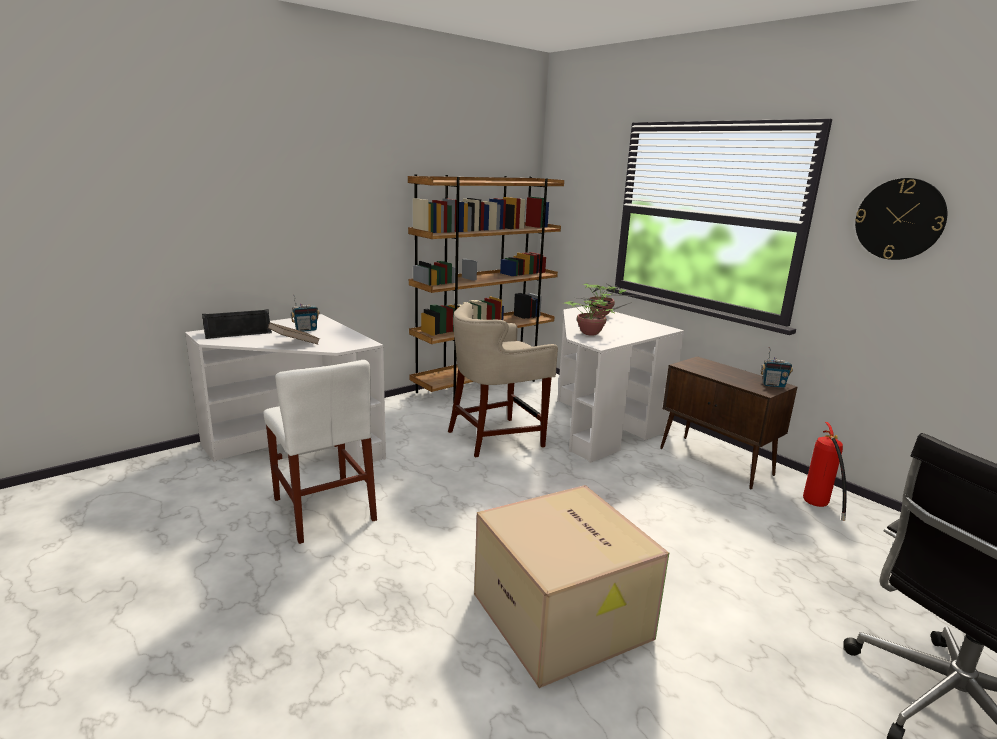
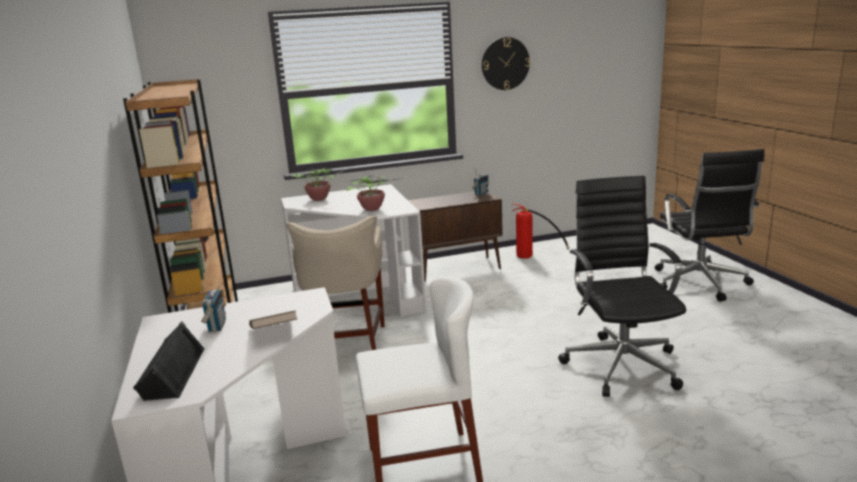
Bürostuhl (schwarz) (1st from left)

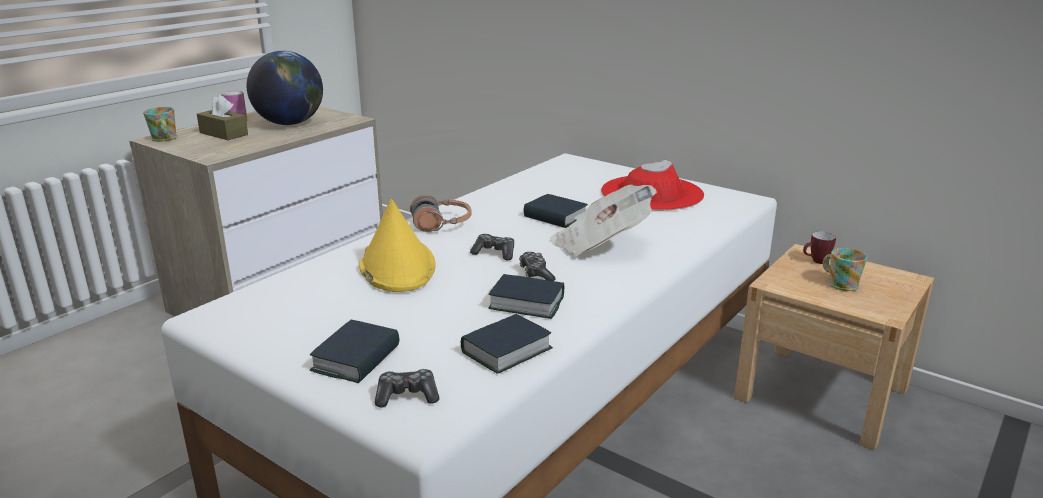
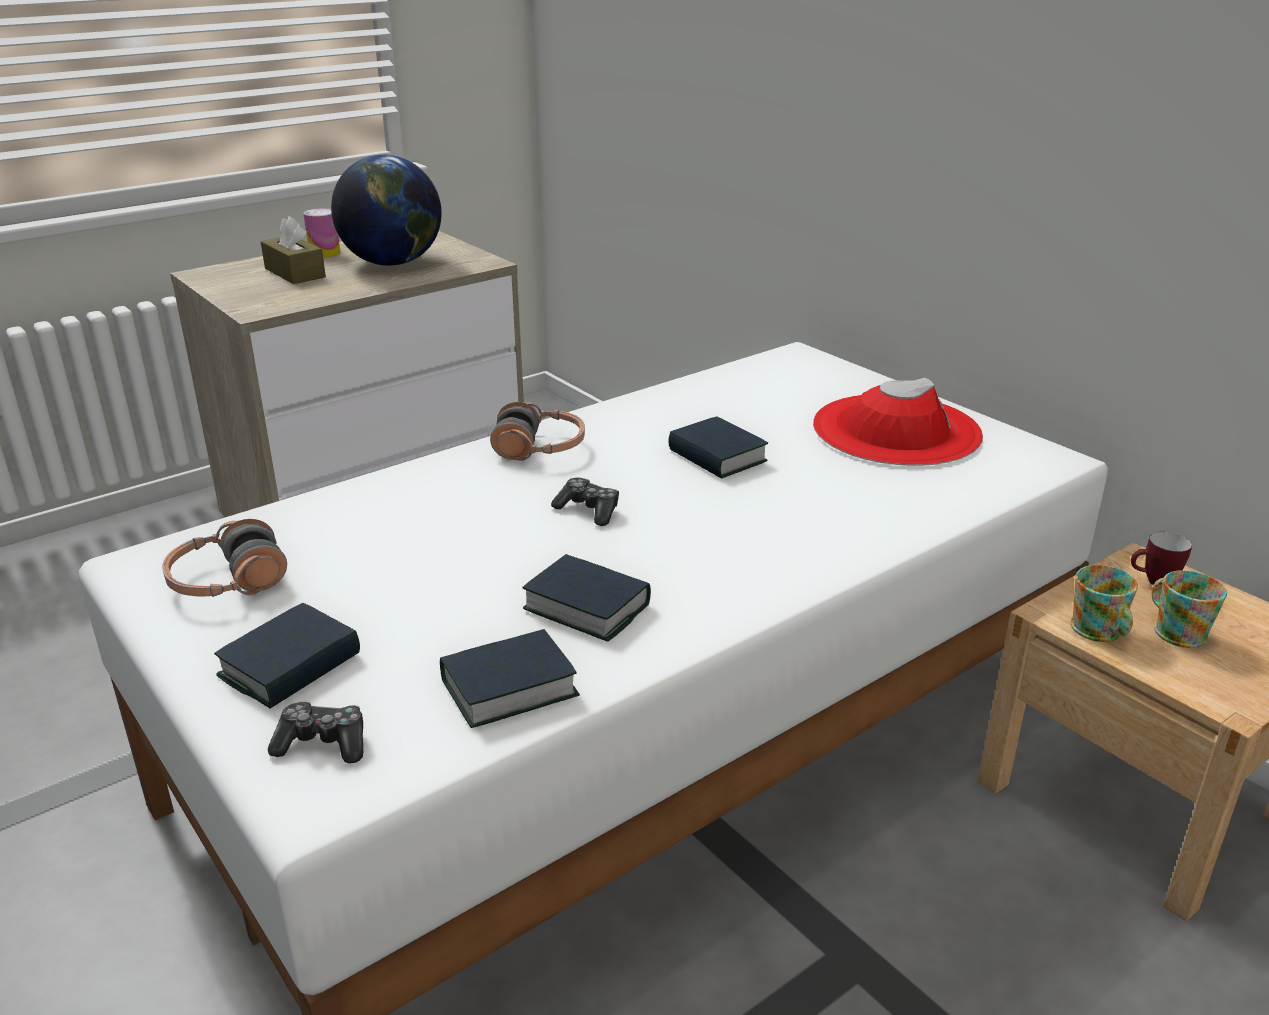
Kopfhörer (1st from left)
Henkelbecher (1st from left)
Hut (gelb)
Gamepad (3rd from left in the first image)
Zeitung

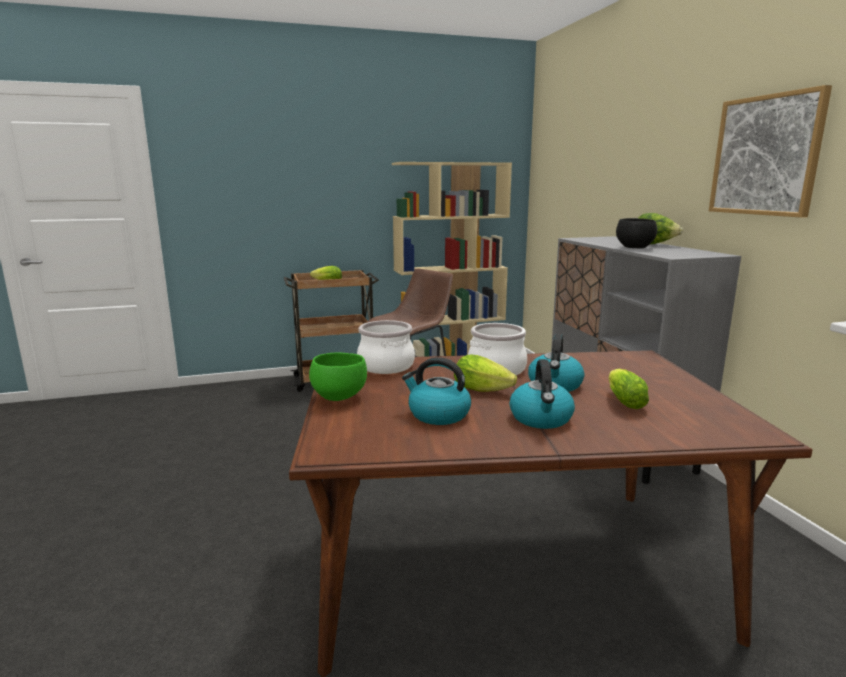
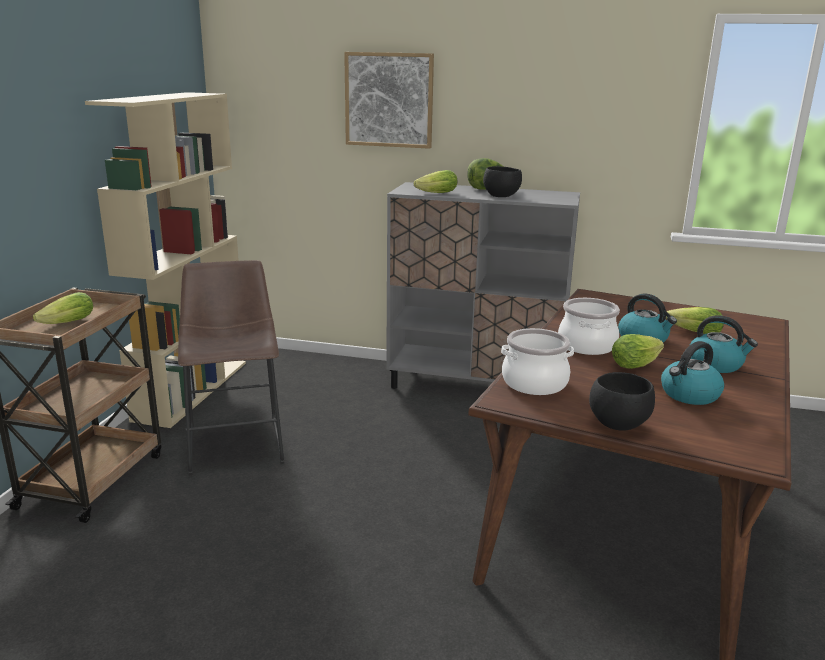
Bild
Salatkopf (2nd from left)
Schüssel (schwarz) (2nd from left)

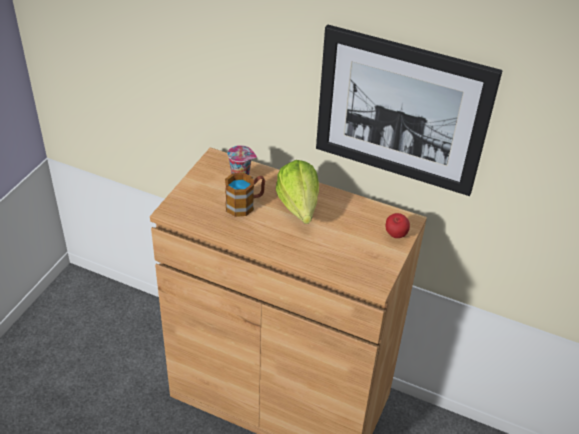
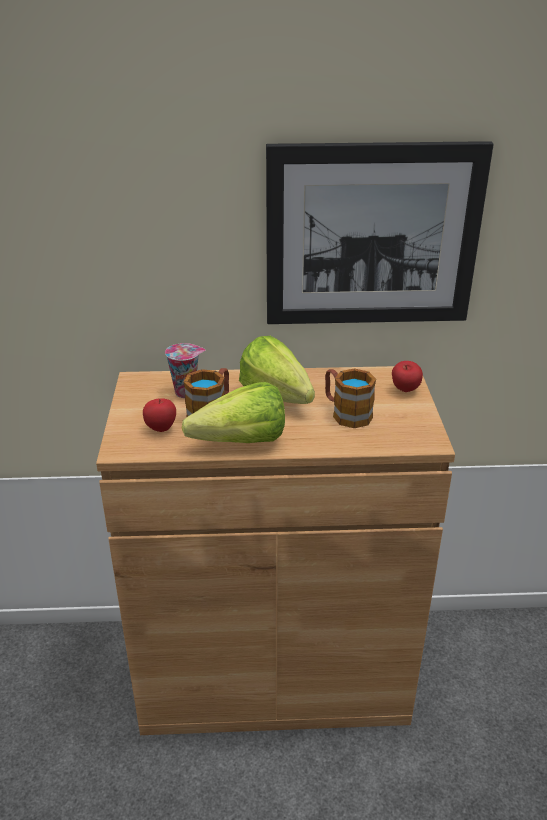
Apfel (1st from left)
Salatkopf (1st from left)
Henkelbecher (2nd from left)

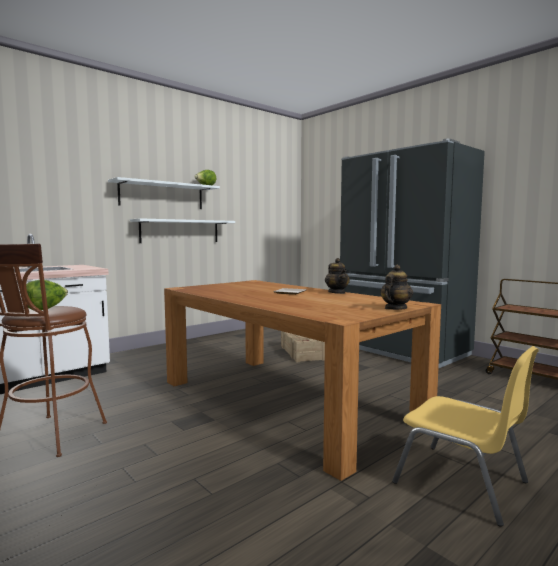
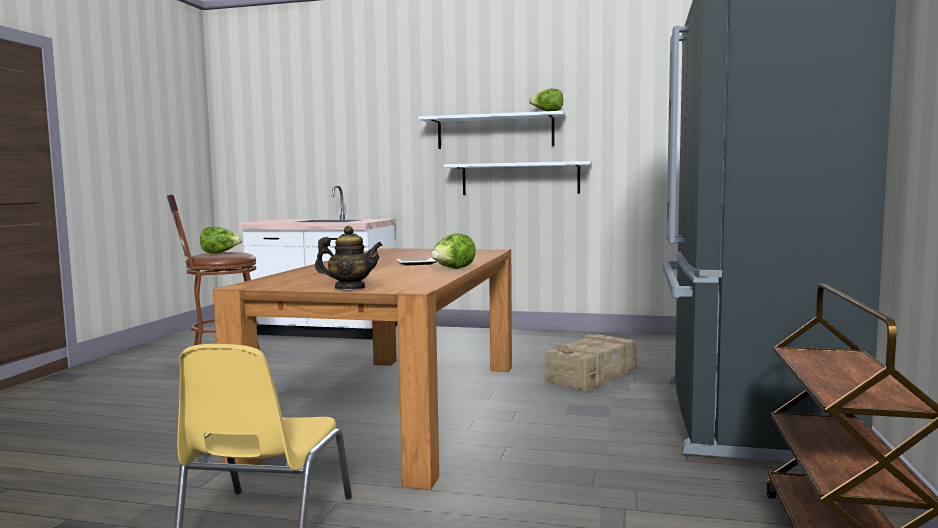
Salatkopf (2nd from left)

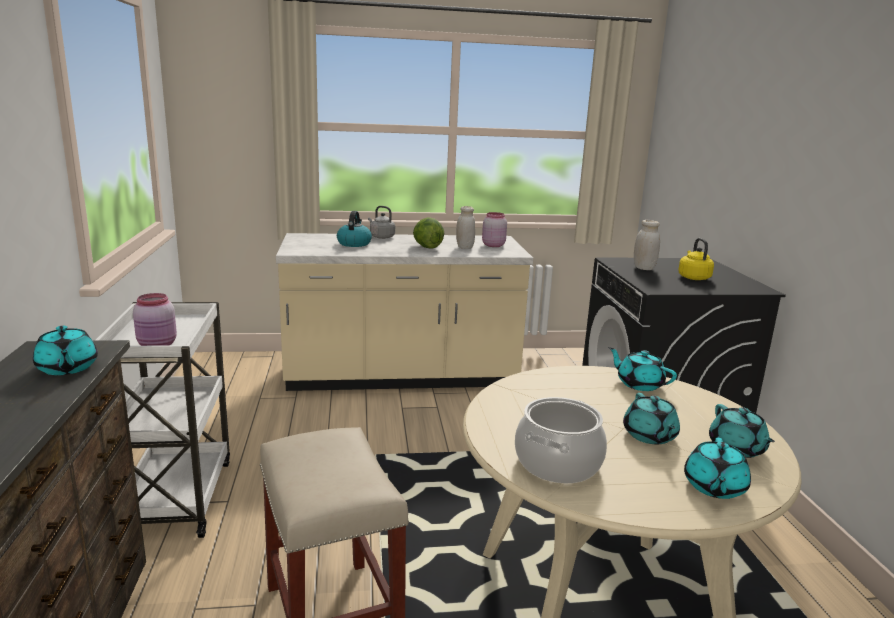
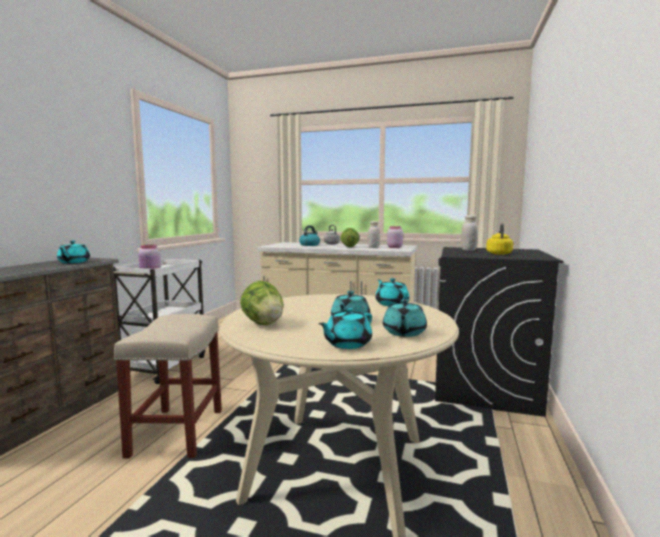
Salatkopf (1st from left)

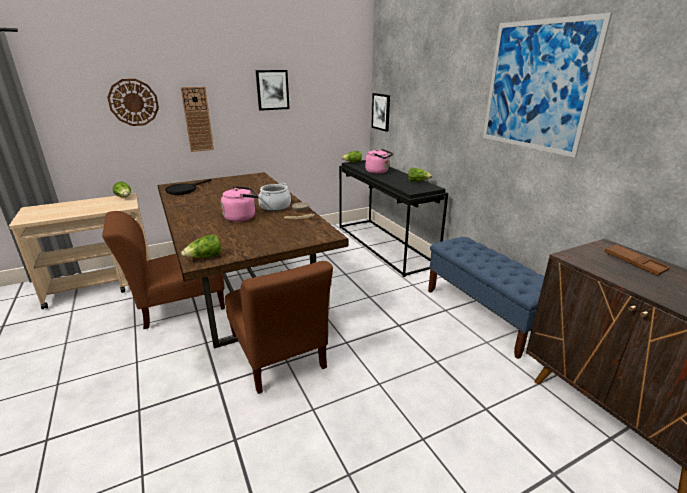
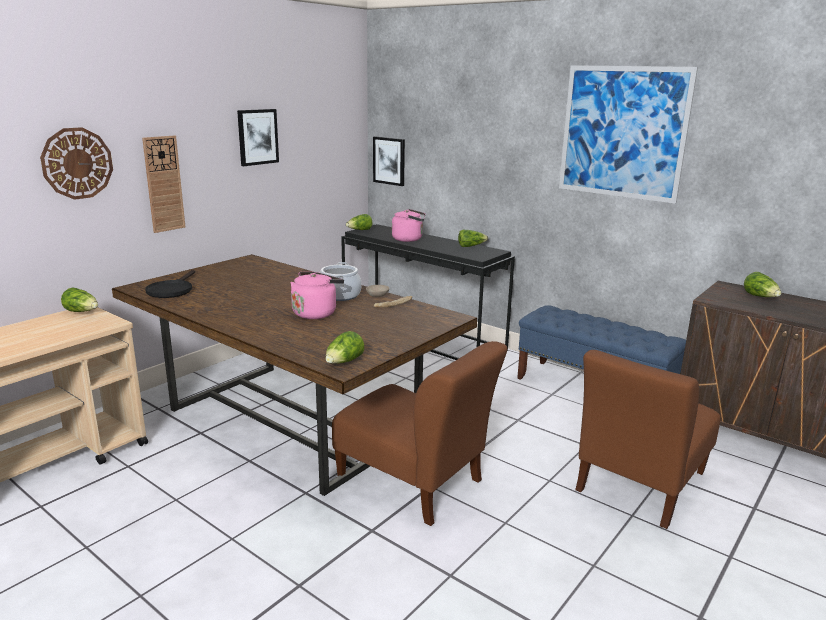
Stuhl (braun) (2nd from left)
Salatkopf (5th from left)

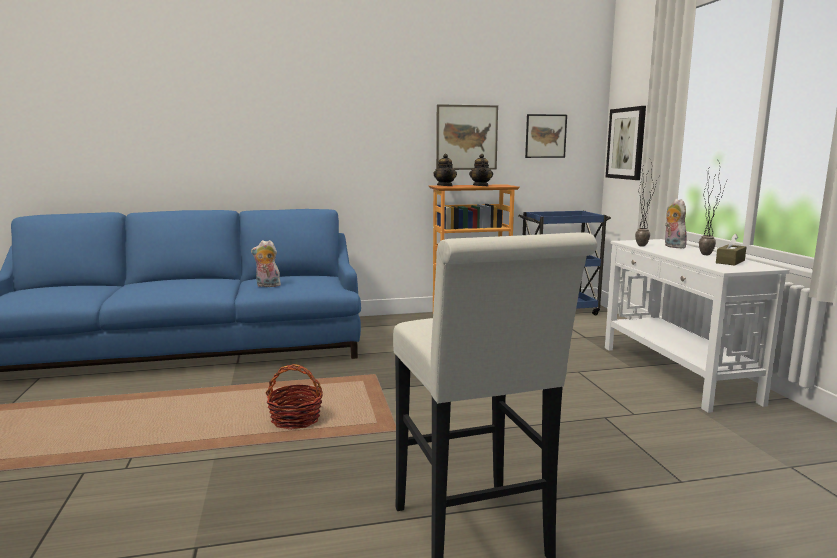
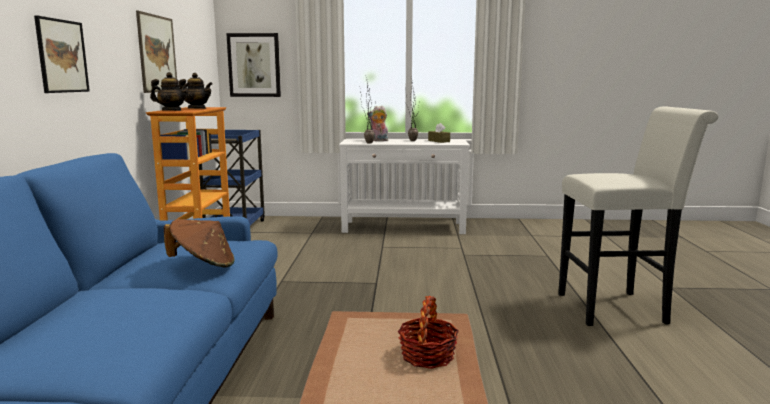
Bild (1st from left)
Hut (braun)

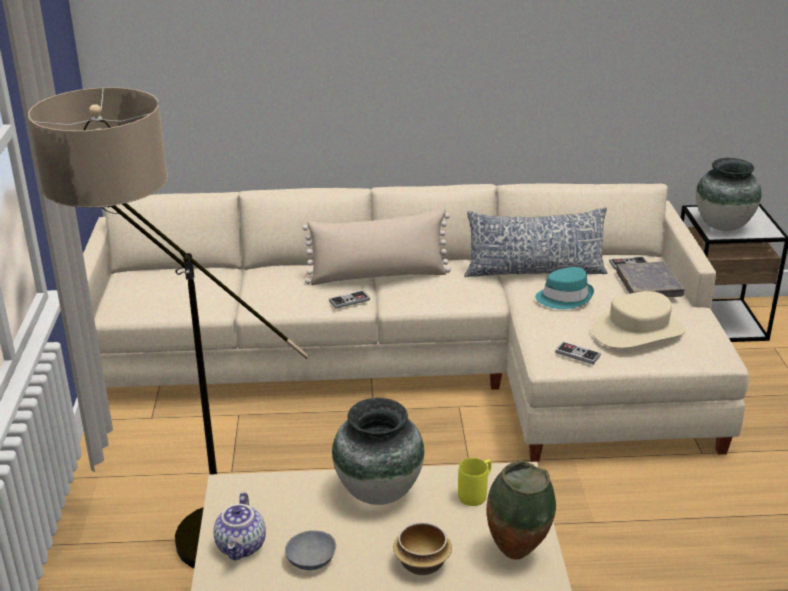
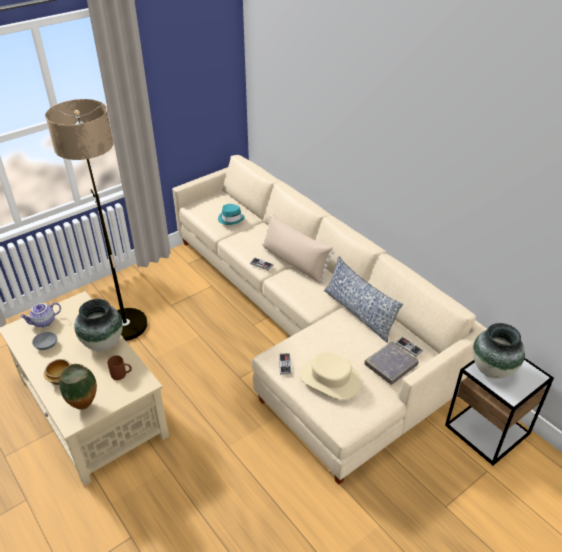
Henkelbecher (braun)
Hut (türkis)

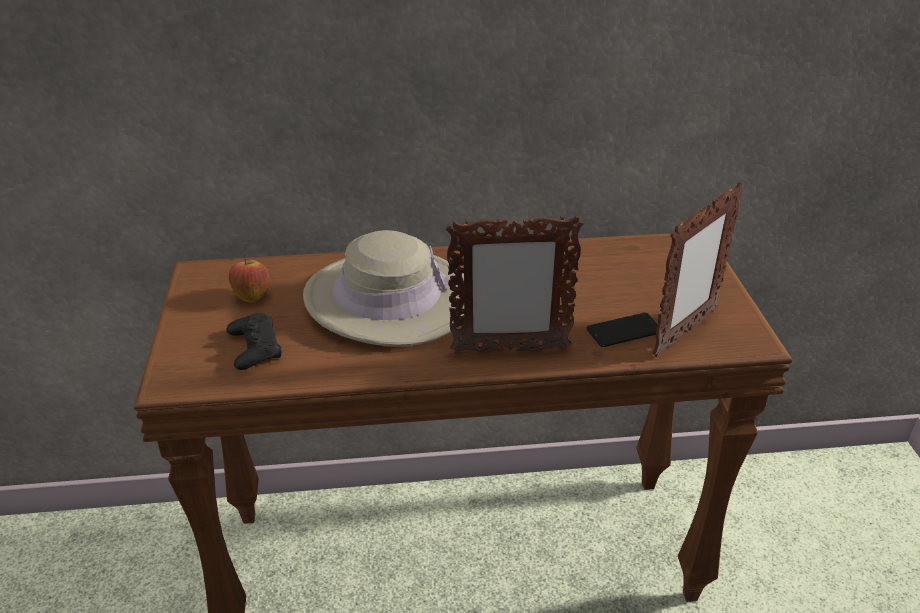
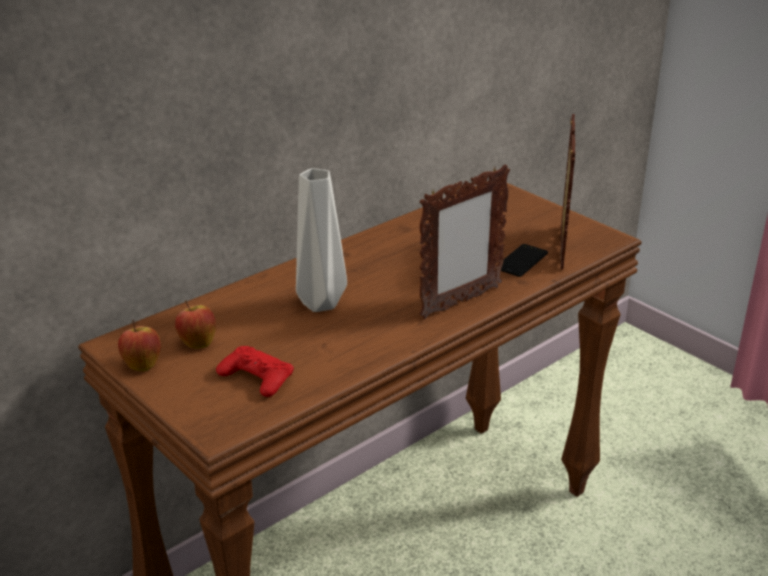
Apfel (1st from left)
Gamepad (rot)
Vase (grau)

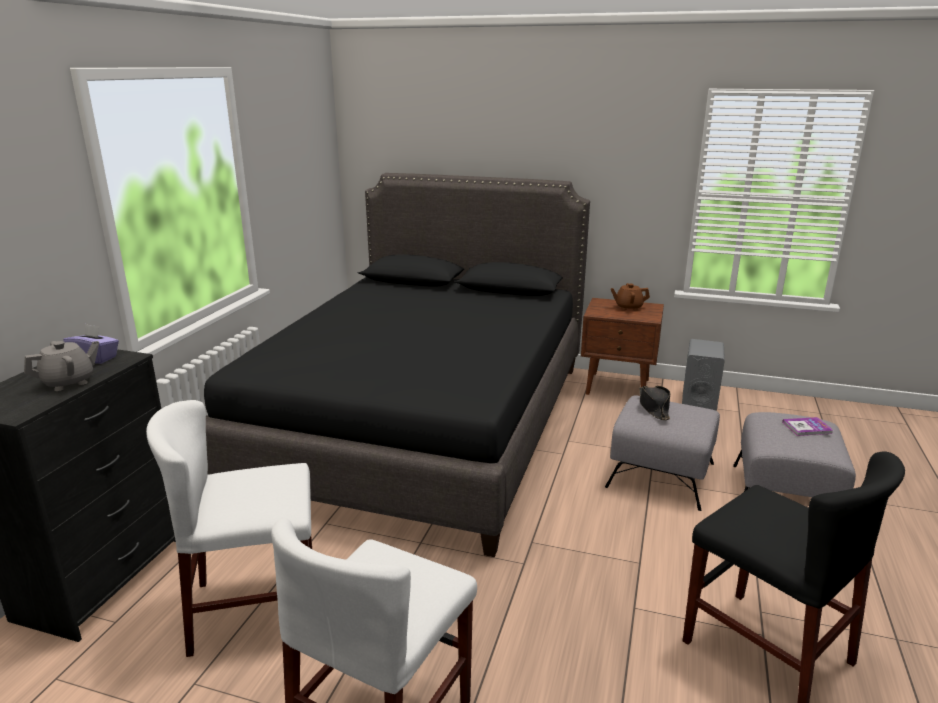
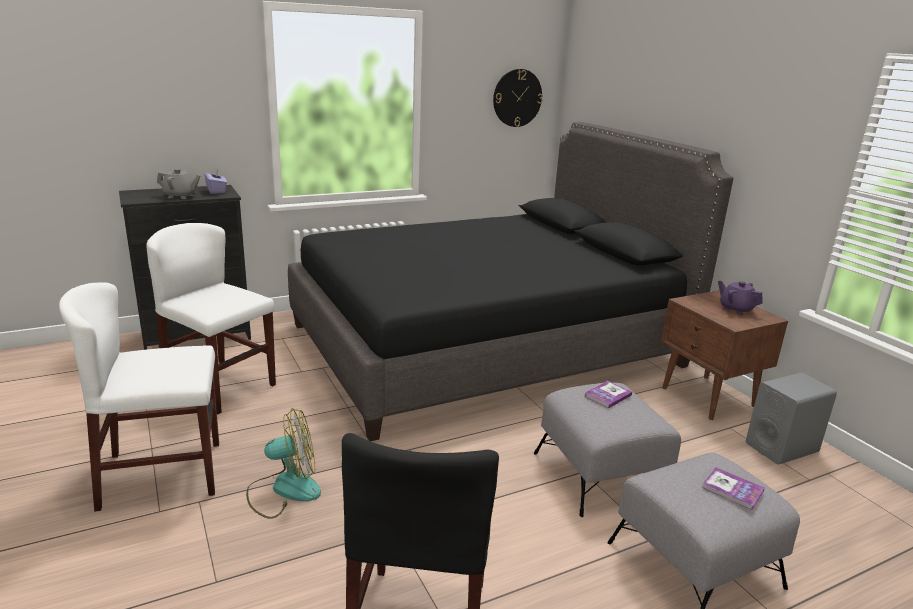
Ventilator
Wanduhr
Buch (1st from left)
Teekanne (lila)

